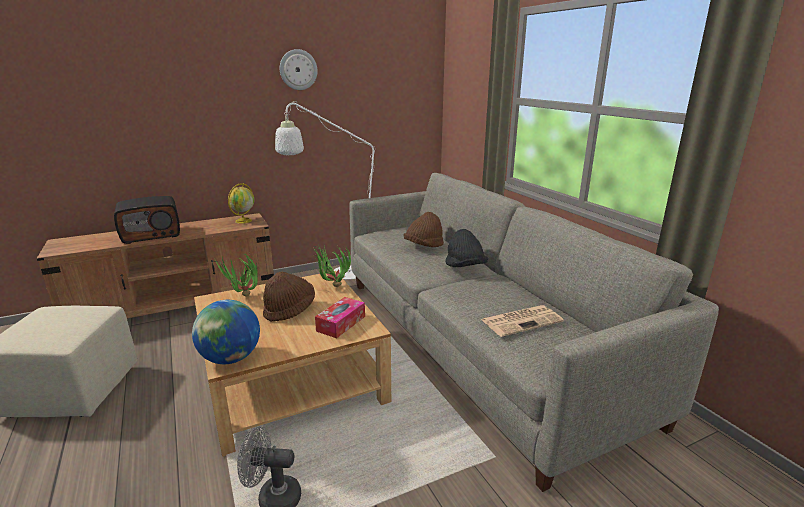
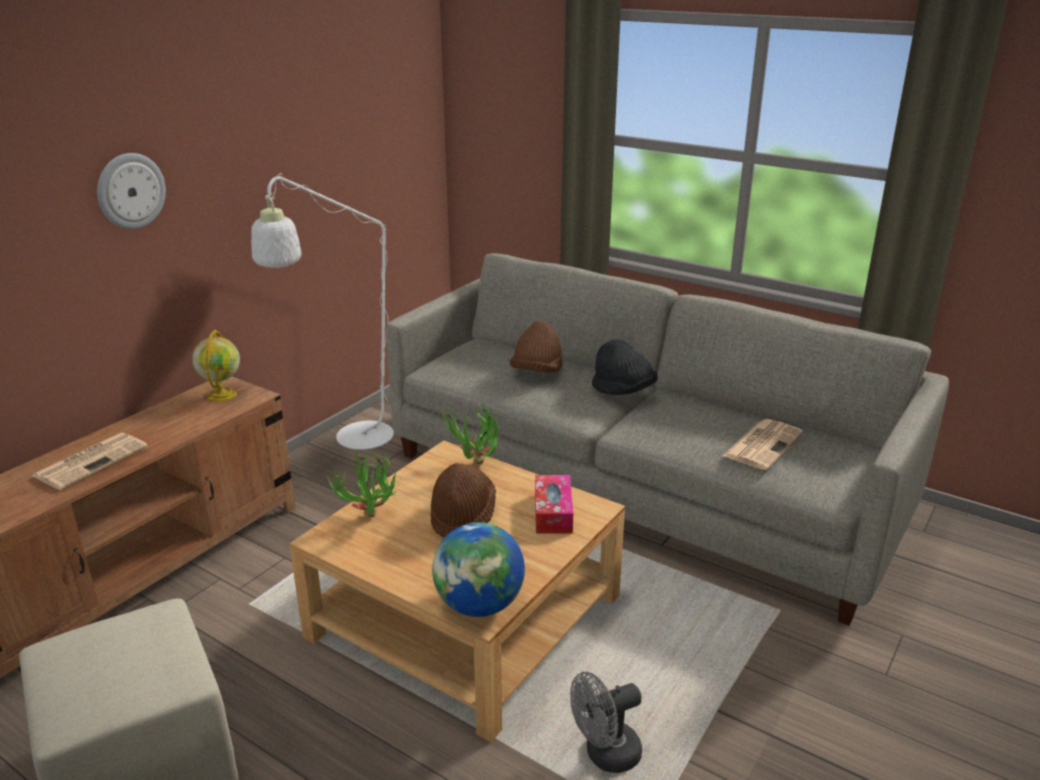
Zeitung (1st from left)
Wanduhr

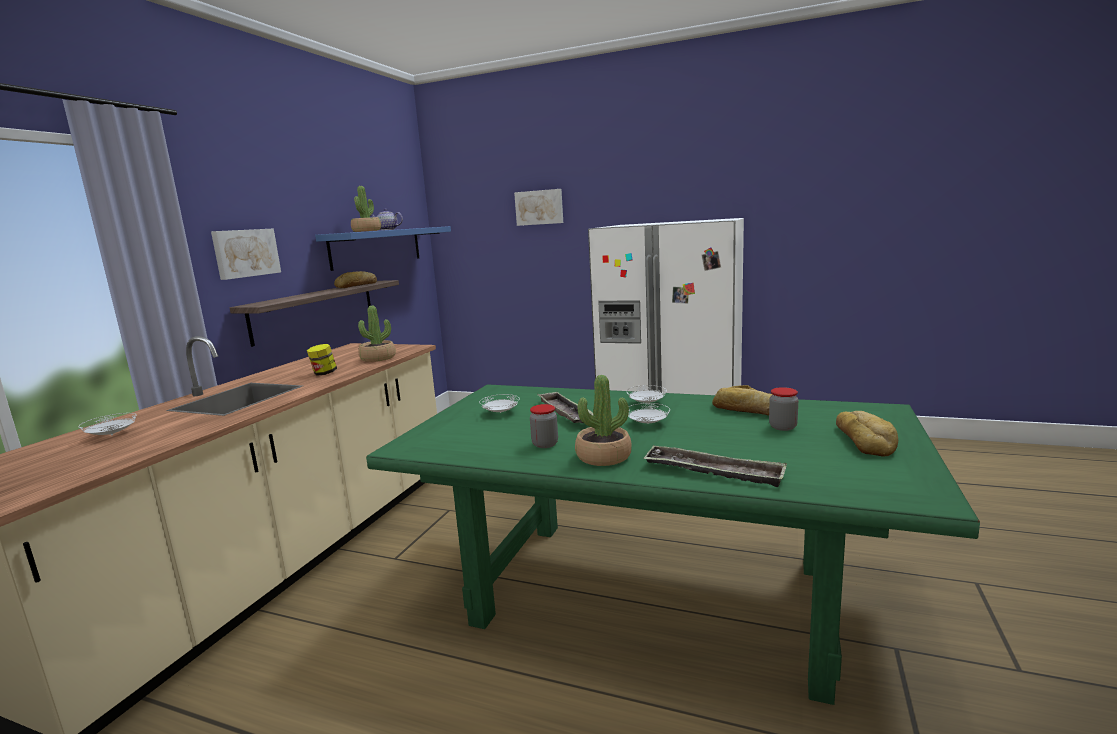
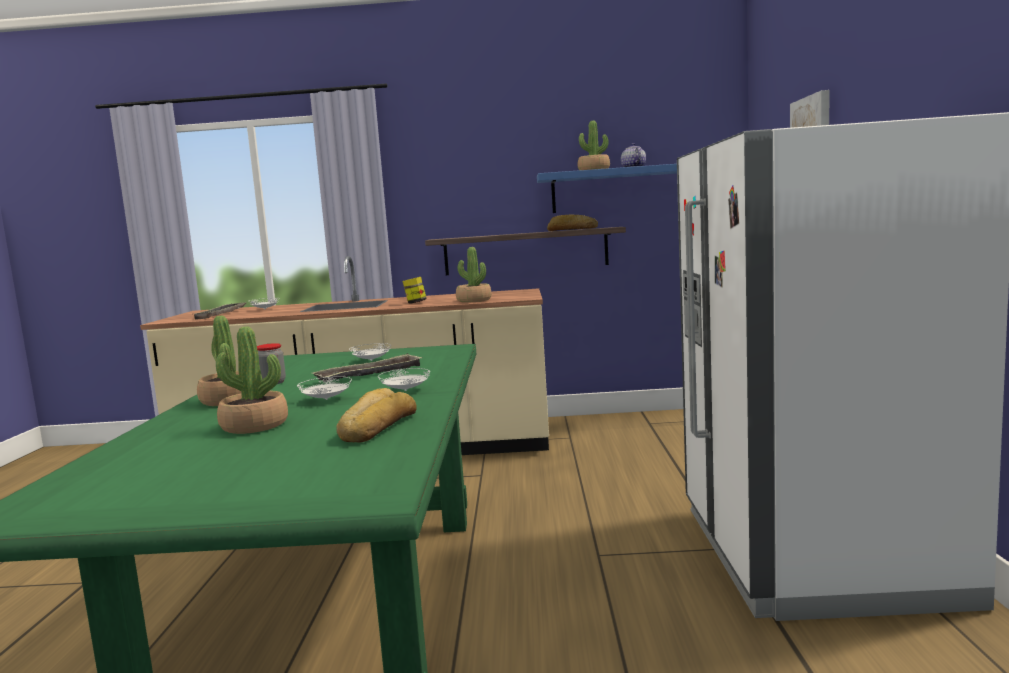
Tablett (1st from left)
Topfpflanze (2nd from left)
Bild (1st from left in the first image)
Vorratsglas (3rd from left in the first image)
Brot (3rd from left in the first image)

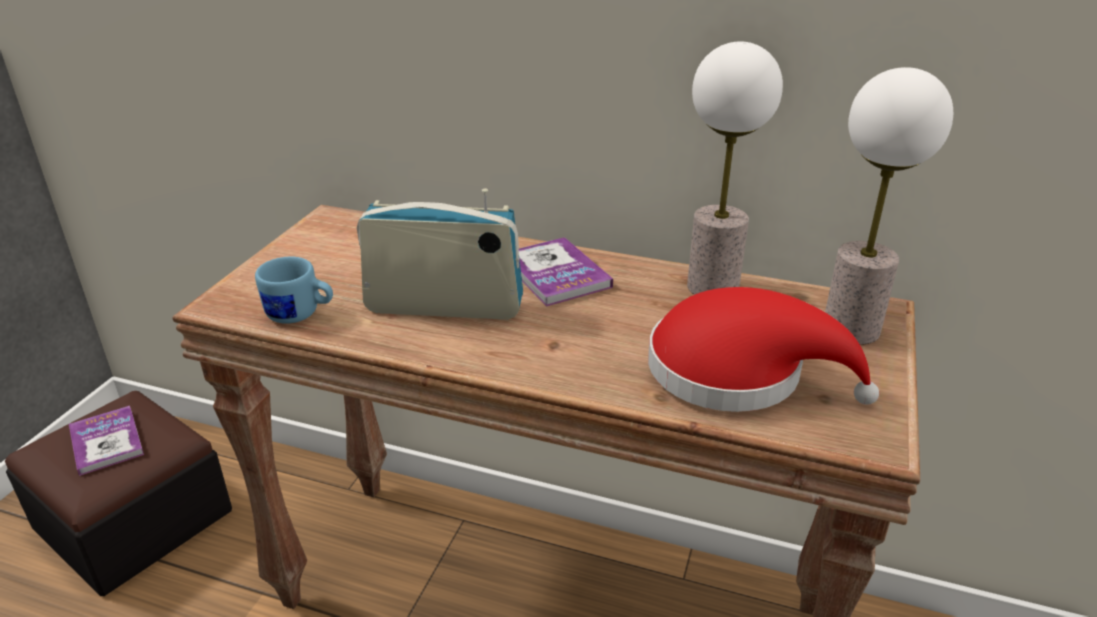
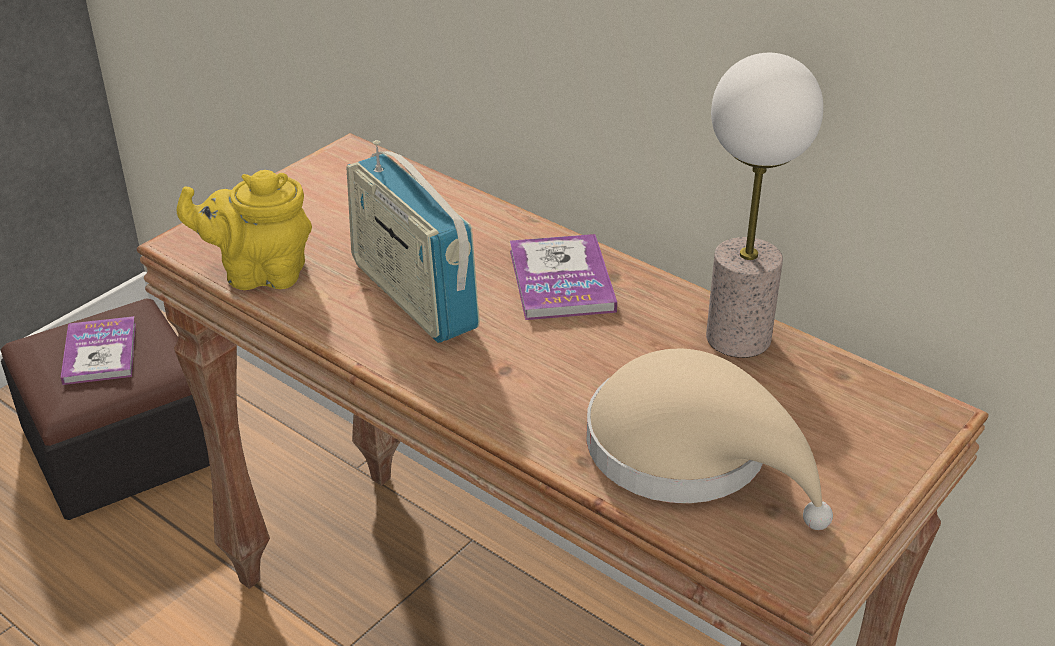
Teekanne (gelb)
Radio
Hut (beige)
Tischlampe (2nd from left in the first image)

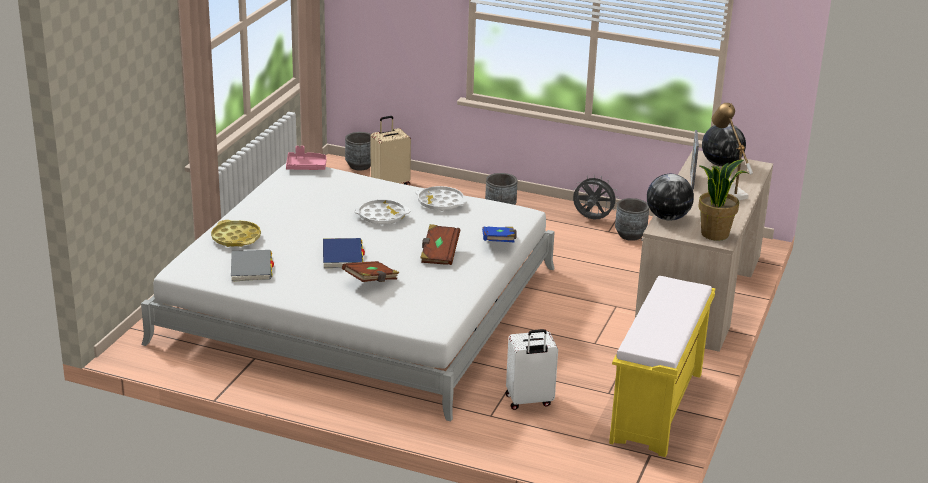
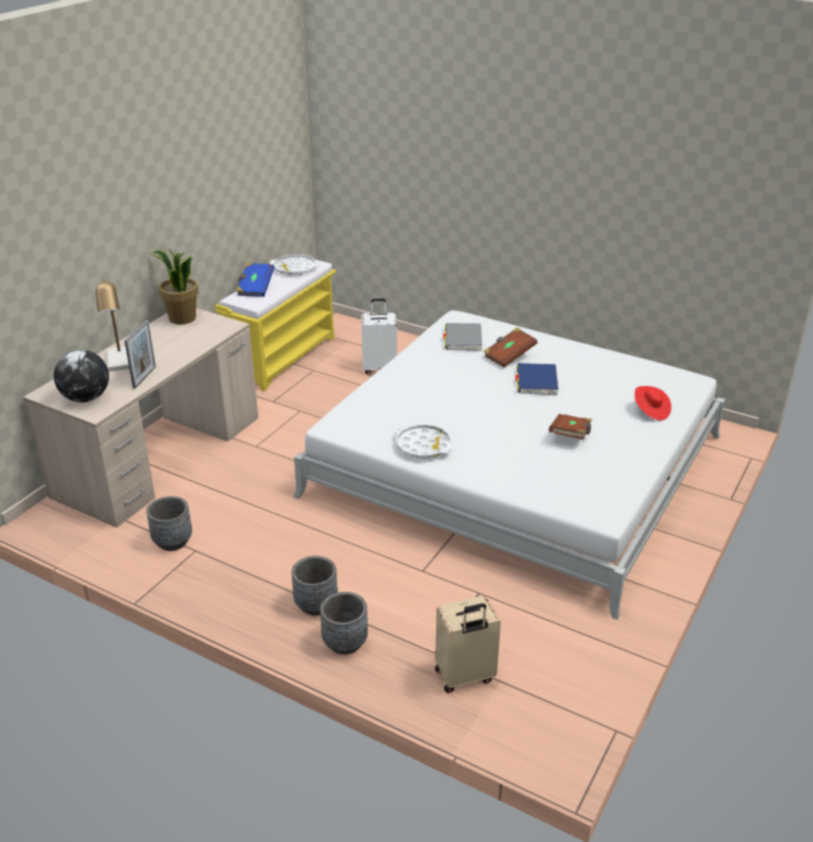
Buch (blau) (1st from left)
Tablett (weiß) (1st from left)
Pflanzkübel (grau) (3rd from left)
Buch (grau)
Buch (braun) (2nd from left)
Hut (rot)
Tablett (rosa)
Ventilator (grau)
Globus (1st from left in the first image)

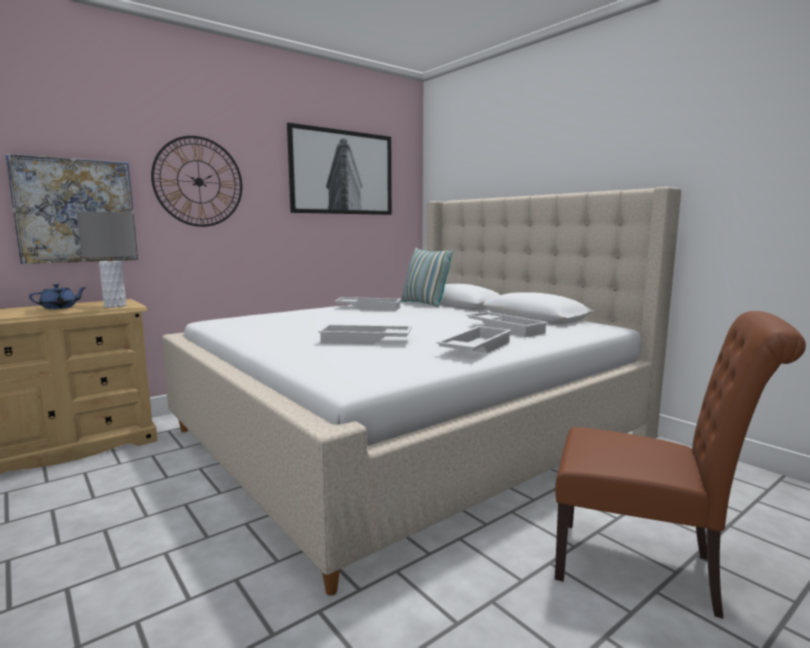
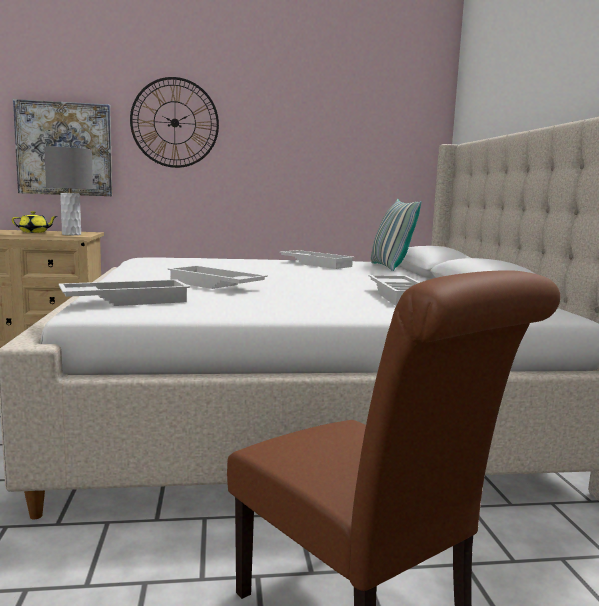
Teekanne (gelb)
Tablett (weiß) (1st from left)
Bild (2nd from left in the first image)

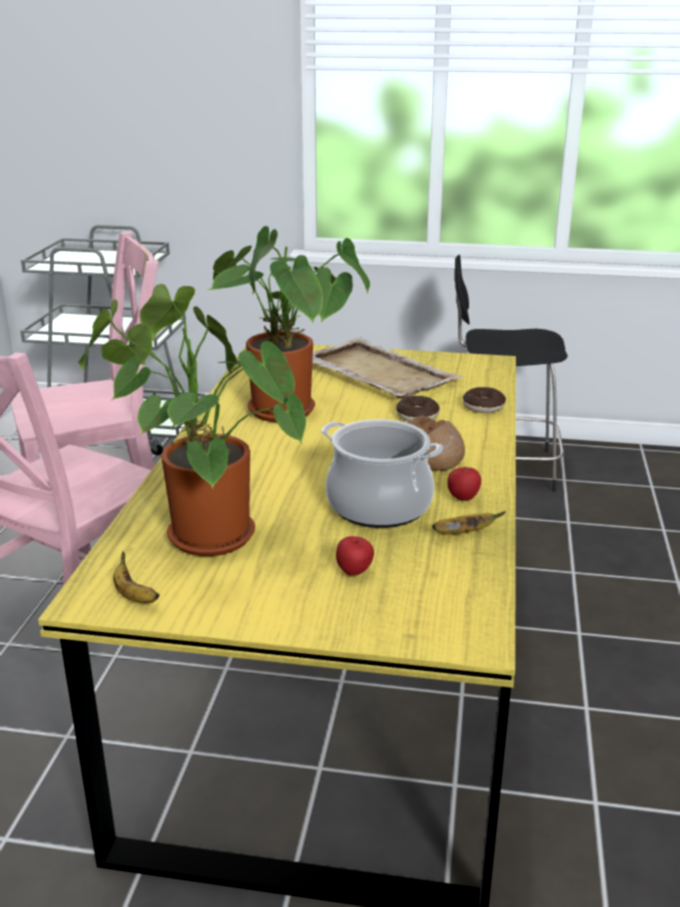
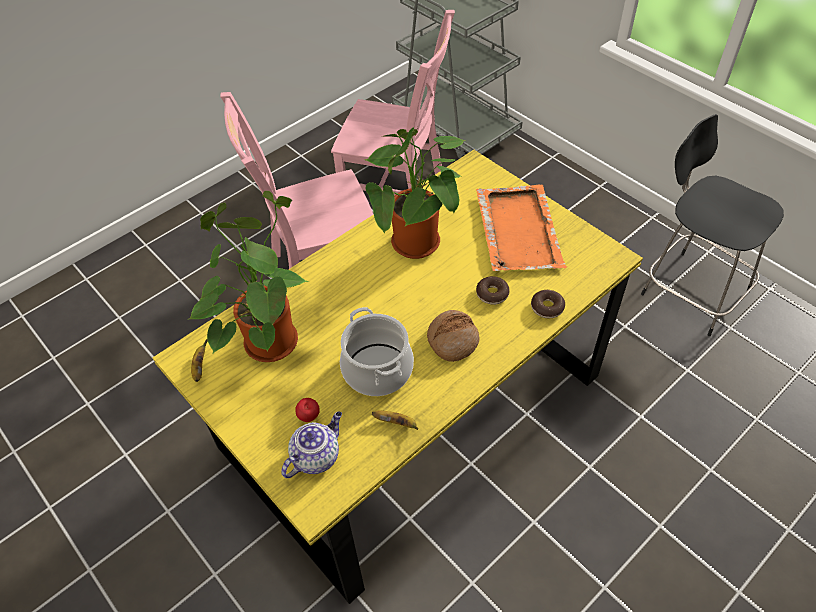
Teekanne
Tablett (orange)
Apfel (2nd from left in the first image)

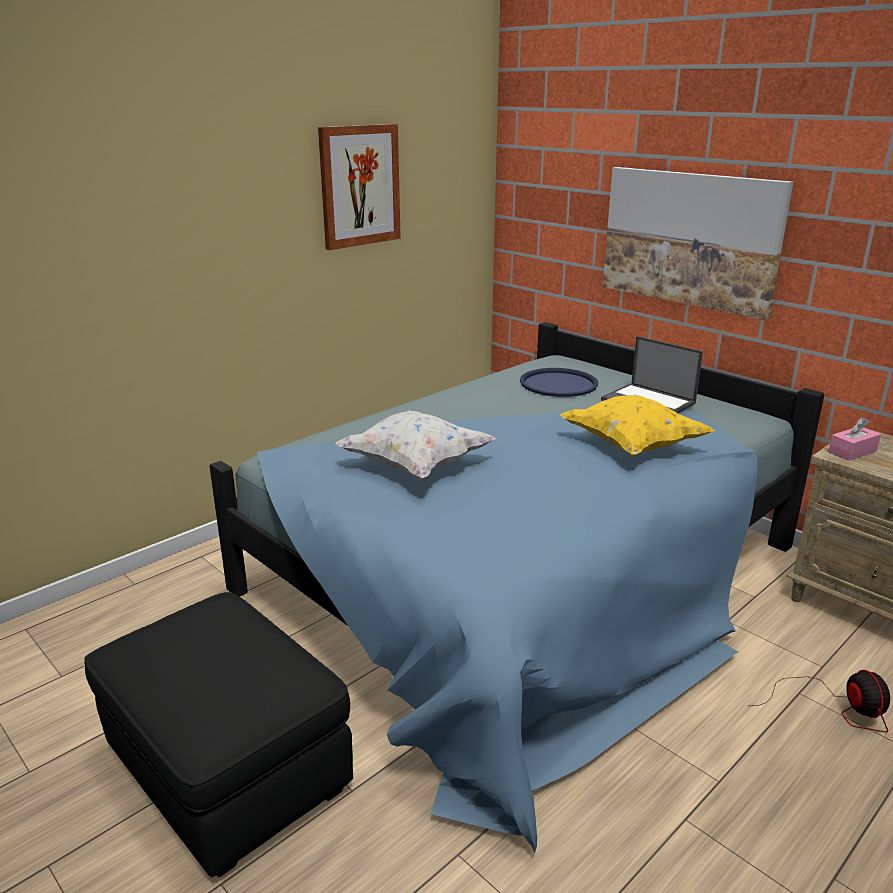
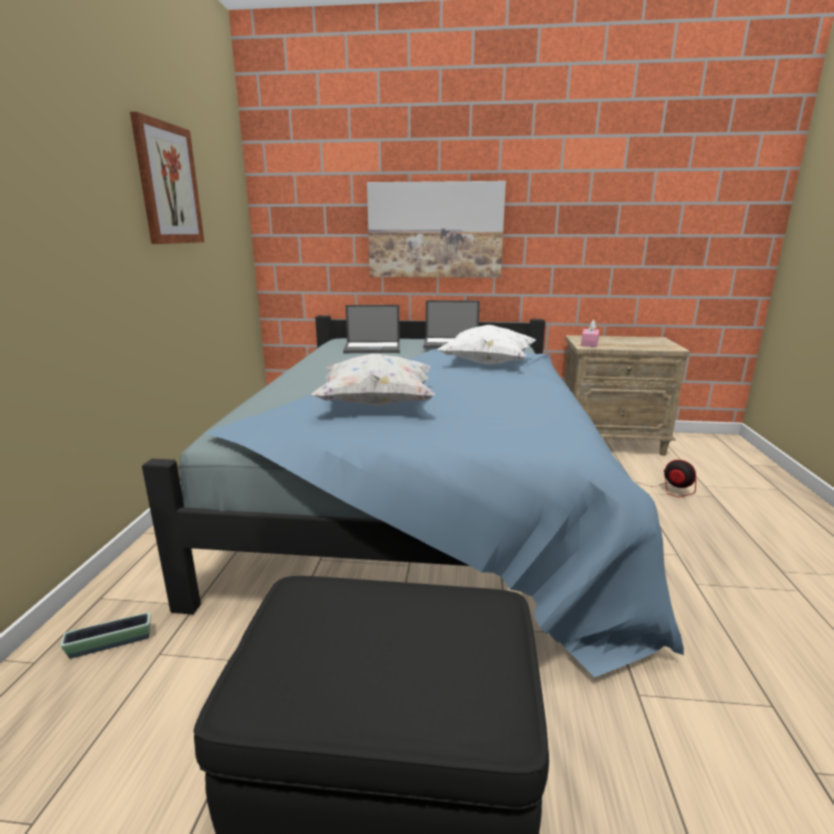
Pflanzkübel
Laptop (1st from left)
Kissen (weiß) (2nd from left)

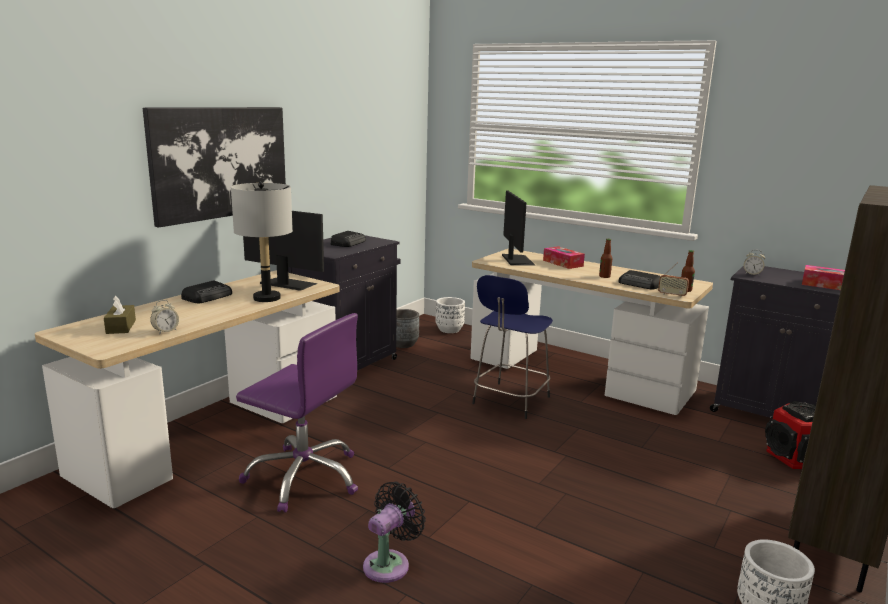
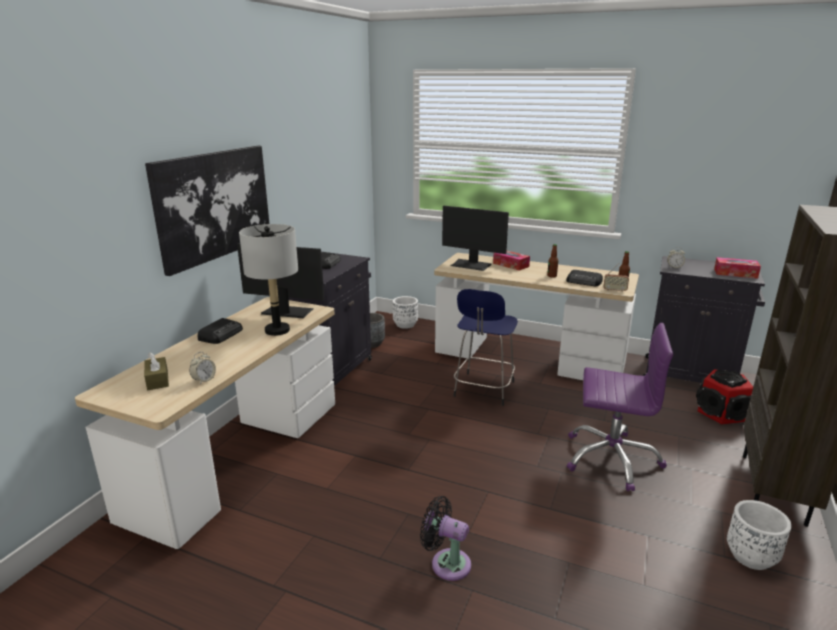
Ventilator (schwarz)
Monitor (2nd from left)
Bürostuhl (lila)

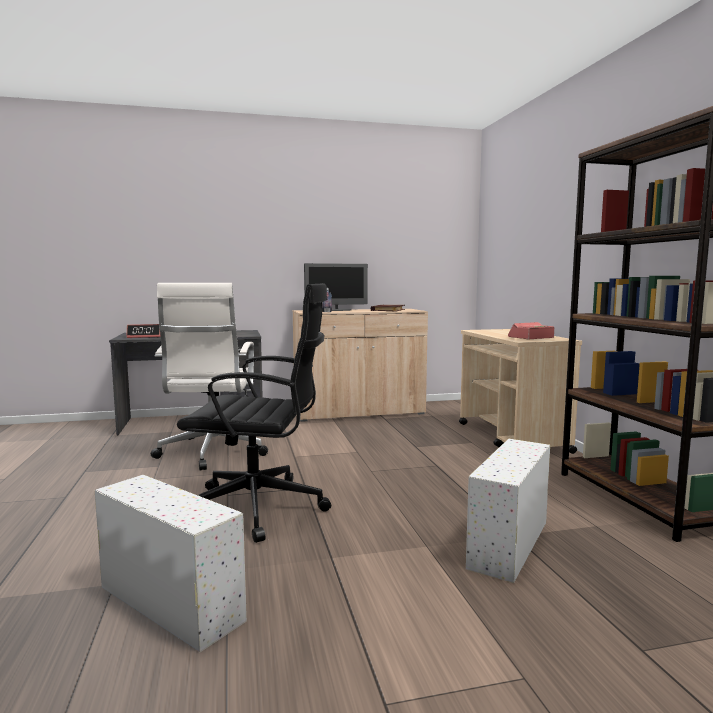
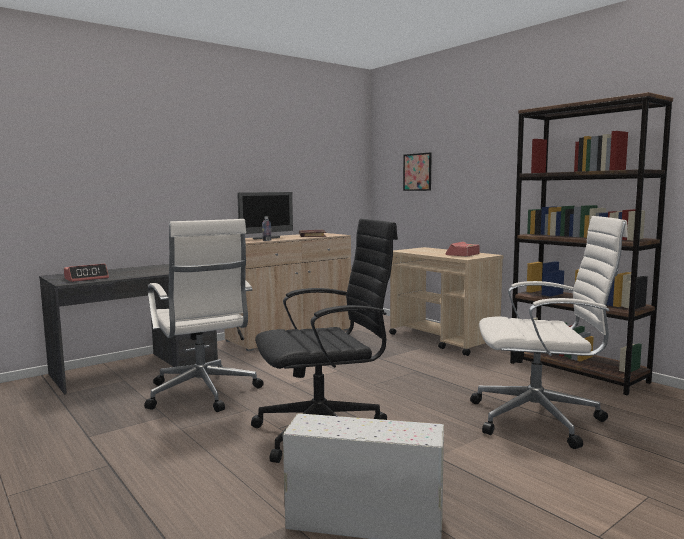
Bild
Bürostuhl (weiß) (2nd from left)

